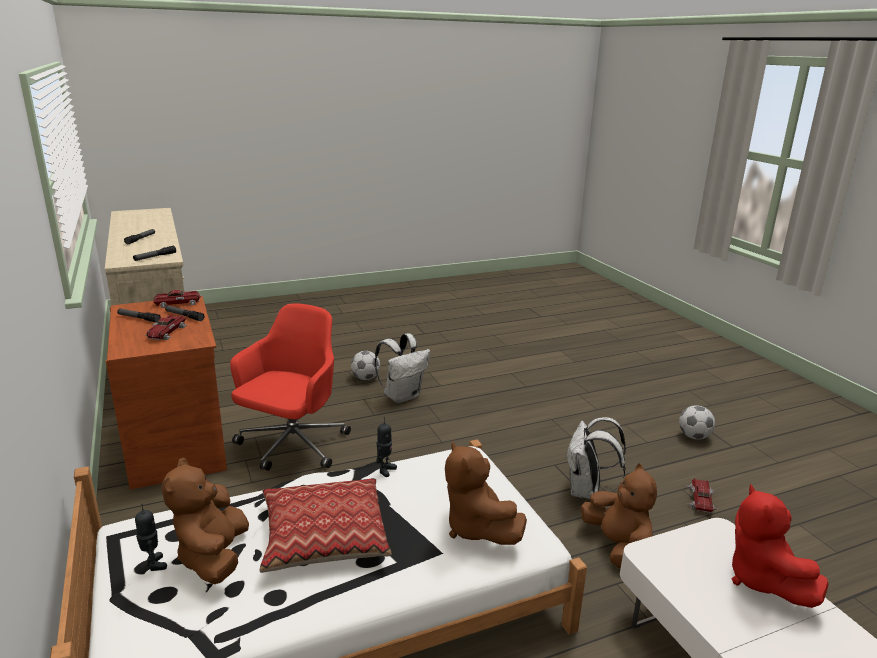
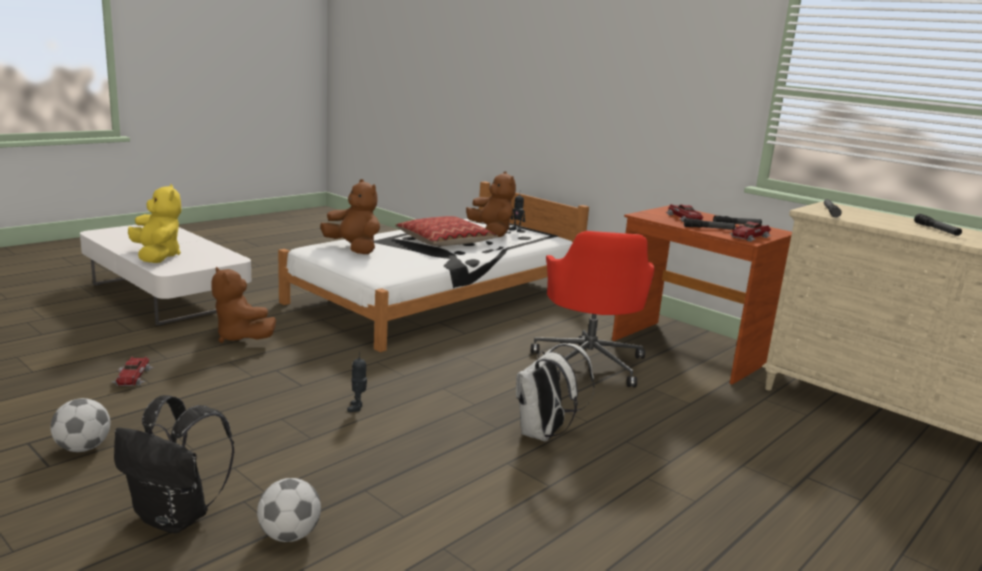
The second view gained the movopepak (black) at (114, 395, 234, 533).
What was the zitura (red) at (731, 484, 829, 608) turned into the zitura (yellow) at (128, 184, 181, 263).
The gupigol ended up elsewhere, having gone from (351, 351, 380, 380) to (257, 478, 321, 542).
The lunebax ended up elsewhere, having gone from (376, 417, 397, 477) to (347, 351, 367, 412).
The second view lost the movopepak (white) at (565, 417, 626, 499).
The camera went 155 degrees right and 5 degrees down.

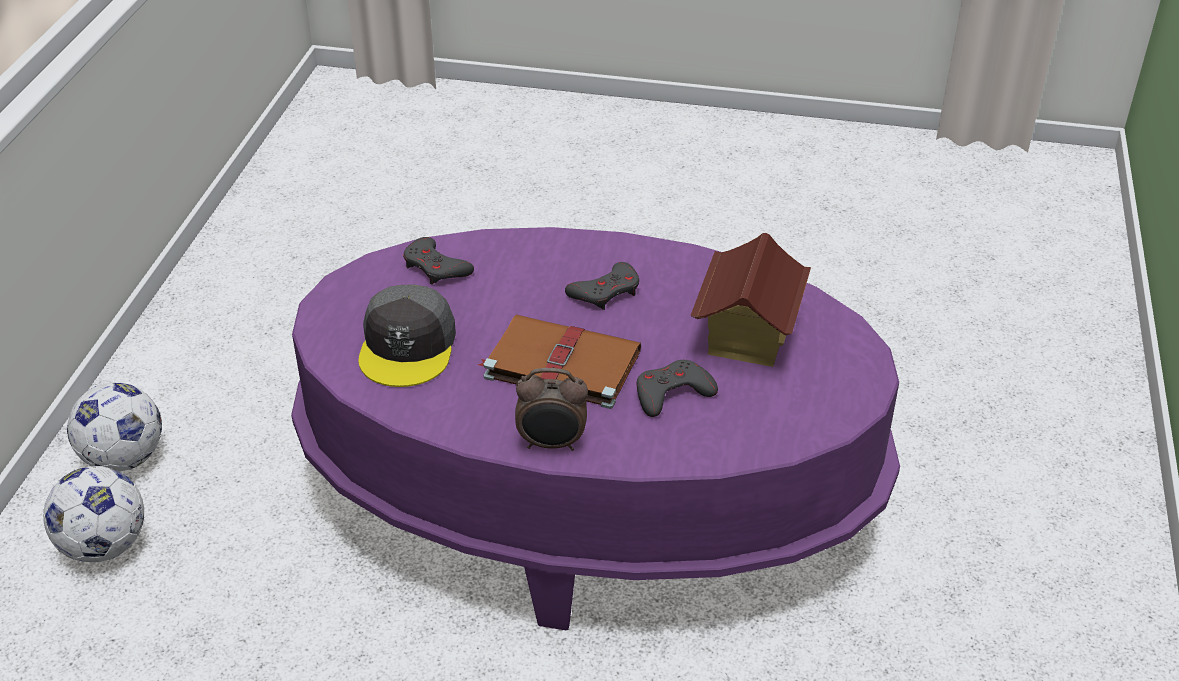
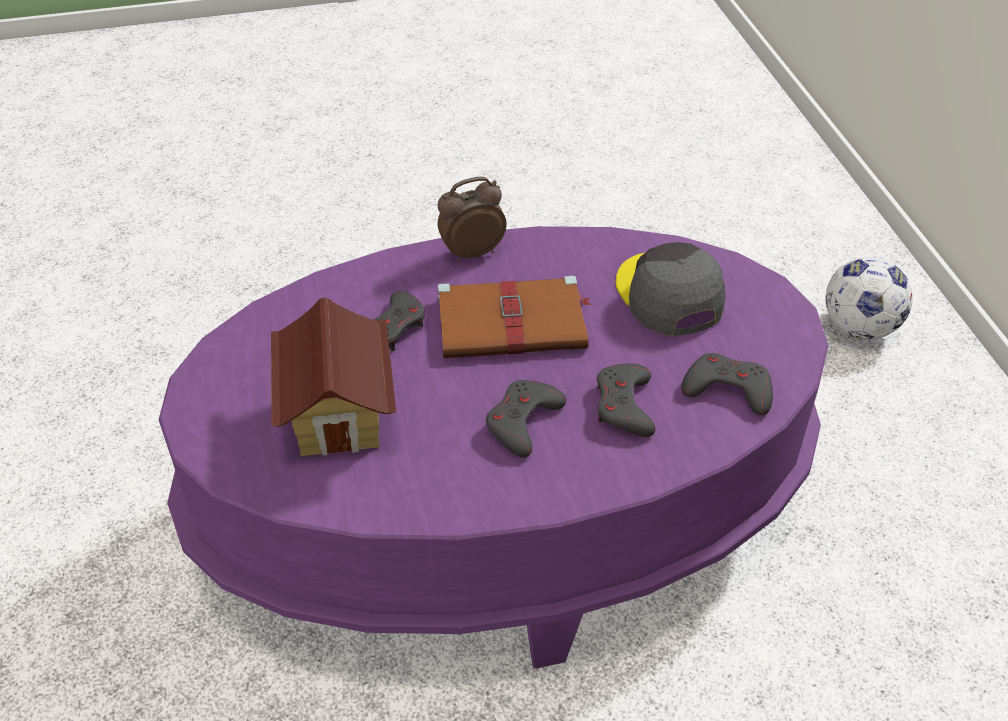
The second view gained the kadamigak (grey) at (597, 363, 656, 437).
The second view lost the gupigol at (67, 382, 162, 472).
The camera went 155 degrees right and 5 degrees up.

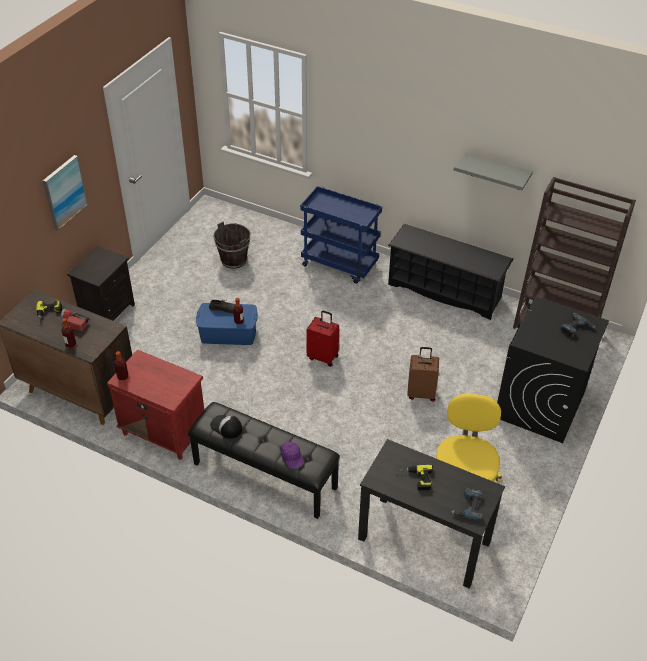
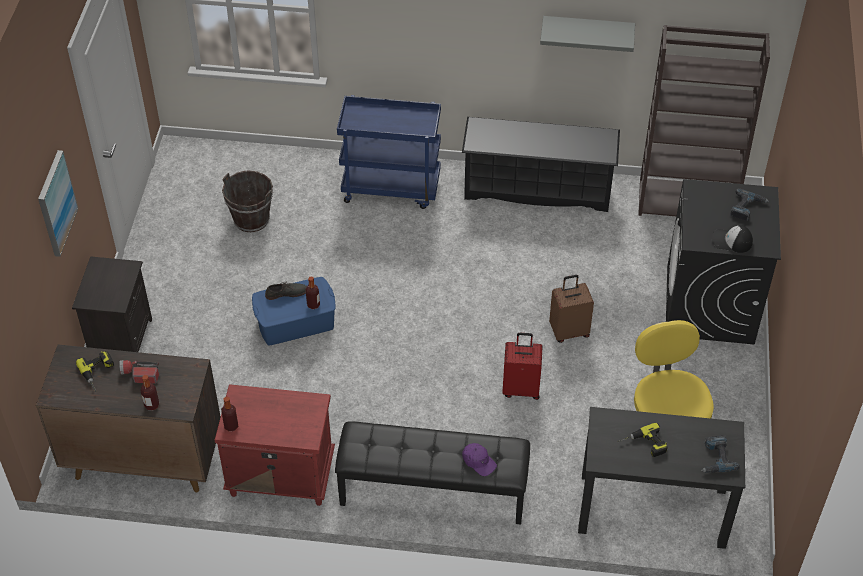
The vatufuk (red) ended up elsewhere, having gone from (306, 310, 339, 367) to (502, 333, 543, 400).
The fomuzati ended up elsewhere, having gone from (210, 415, 242, 439) to (712, 225, 753, 253).
The camera went 20 degrees left and 5 degrees up.

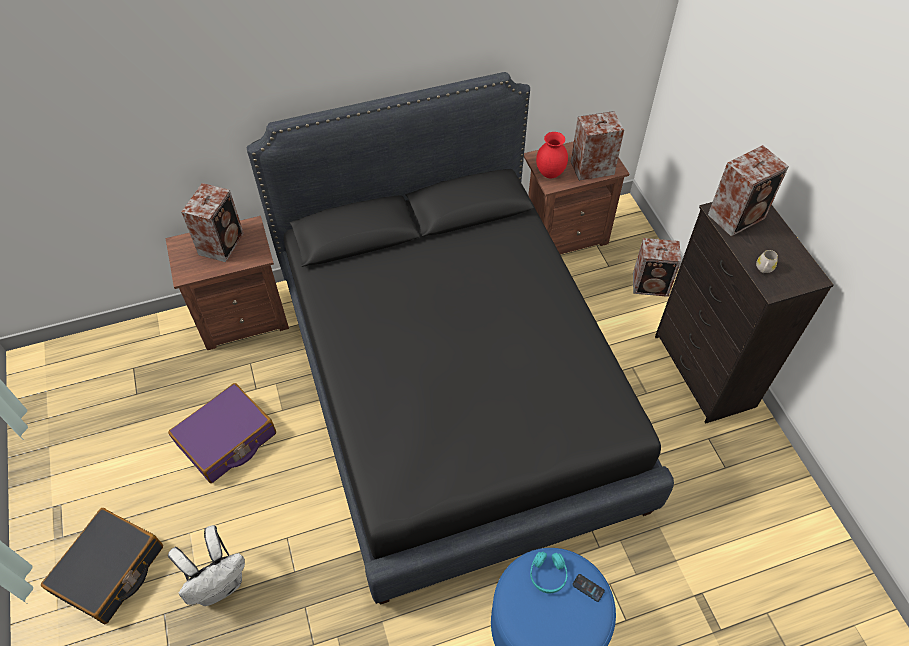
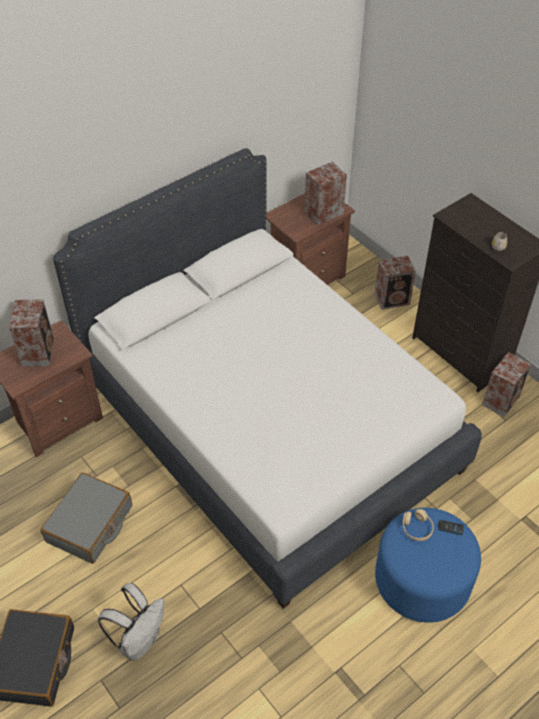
What was the vatufuk (purple) at (168, 383, 276, 483) turned into the vatufuk (grey) at (40, 472, 132, 564).
What was the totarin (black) at (247, 72, 674, 605) turned into the totarin (white) at (53, 148, 482, 609).
What was the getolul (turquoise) at (530, 552, 568, 593) turned into the getolul (beige) at (403, 509, 434, 541).
The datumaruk ended up elsewhere, having gone from (708, 145, 789, 236) to (482, 352, 531, 417).
The second view lost the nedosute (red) at (536, 132, 568, 178).
The camera went 20 degrees left and 5 degrees down.

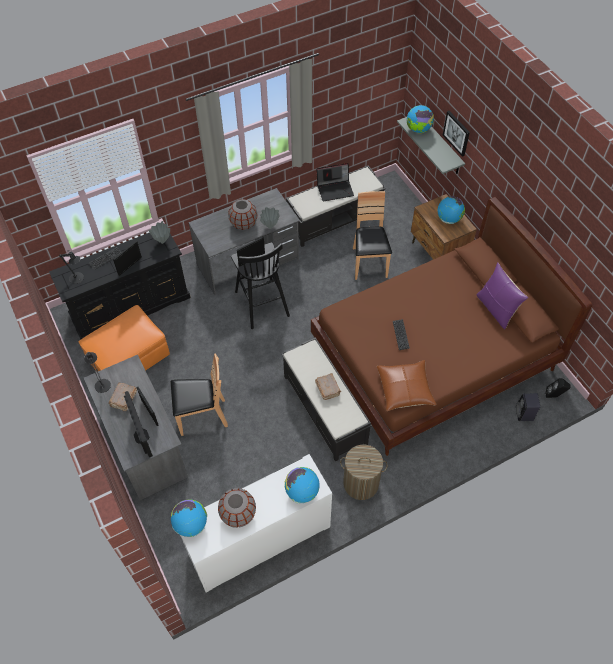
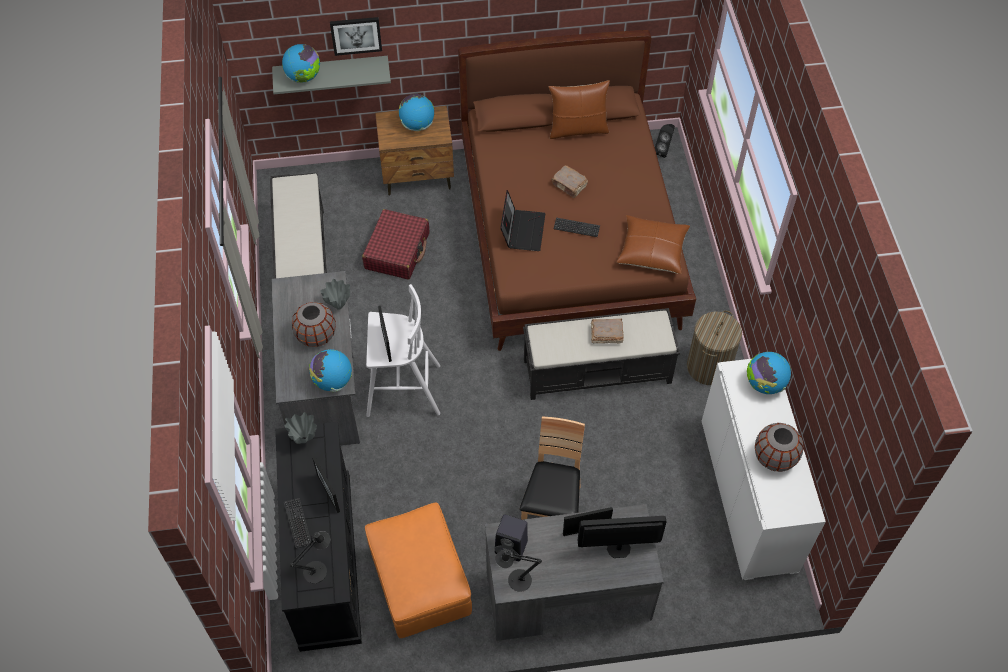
The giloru ended up elsewhere, having gone from (171, 499, 207, 537) to (309, 349, 352, 392).
Where the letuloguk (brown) stood at (353, 191, 392, 280), the vatufuk (red) came to stand at (362, 209, 429, 279).
What was the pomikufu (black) at (231, 242, 290, 329) turned into the pomikufu (white) at (366, 284, 440, 417).
The datumaruk (black) ended up elsewhere, having gone from (516, 393, 540, 421) to (495, 514, 528, 561).
The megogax ended up elsewhere, having gone from (316, 163, 354, 202) to (500, 190, 546, 251).
What was the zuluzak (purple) at (477, 262, 528, 329) turned into the zuluzak (brown) at (548, 80, 610, 139).
The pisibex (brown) ended up elsewhere, having gone from (109, 383, 137, 411) to (551, 165, 588, 198).
The camera went 70 degrees left and 0 degrees up.

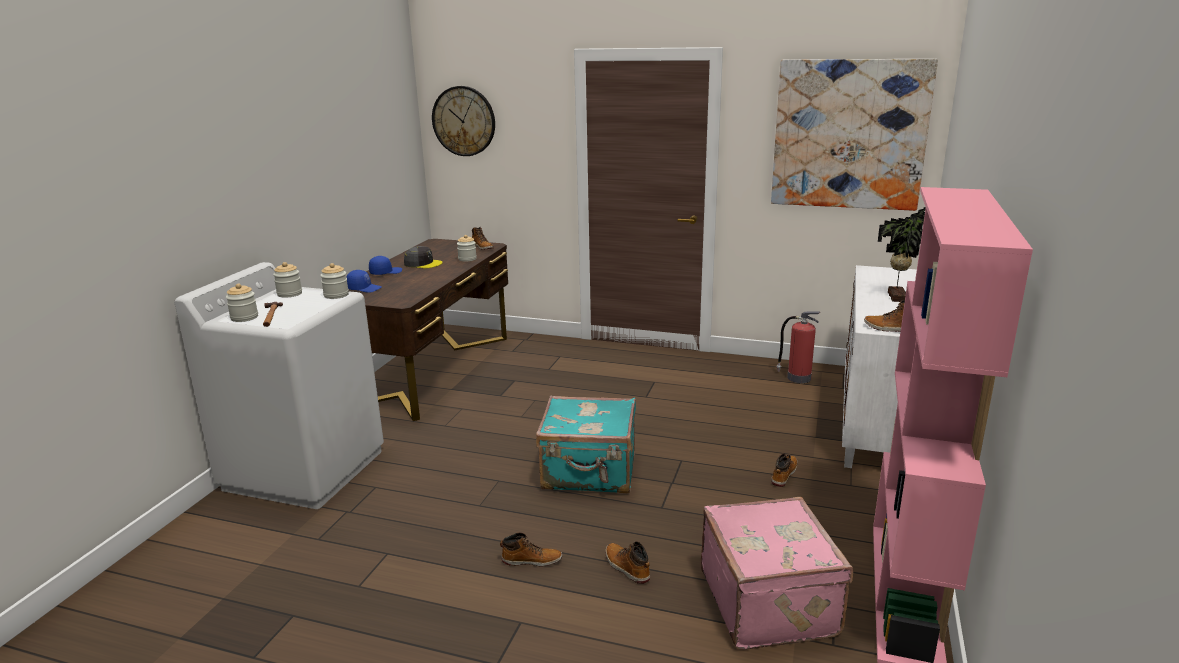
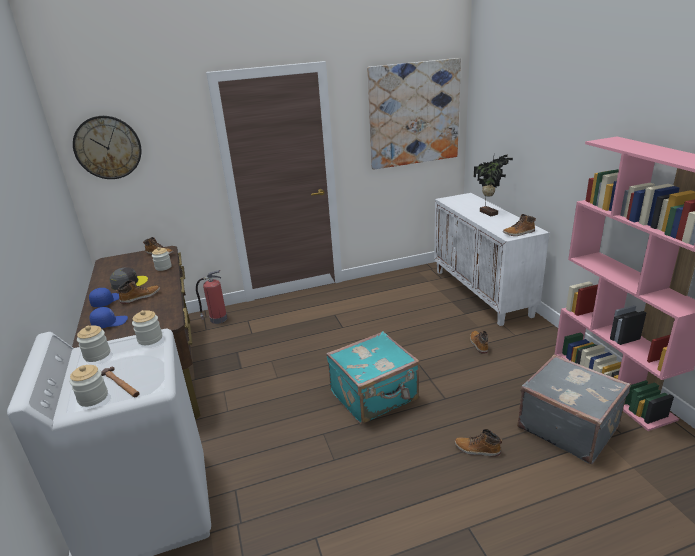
The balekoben ended up elsewhere, having gone from (500, 533, 562, 566) to (116, 280, 160, 304).
The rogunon ended up elsewhere, having gone from (776, 311, 821, 383) to (196, 270, 227, 324).
What was the vatufuk (pink) at (701, 497, 853, 649) turned into the vatufuk (grey) at (517, 354, 631, 464).
The camera went 35 degrees left and 5 degrees up.

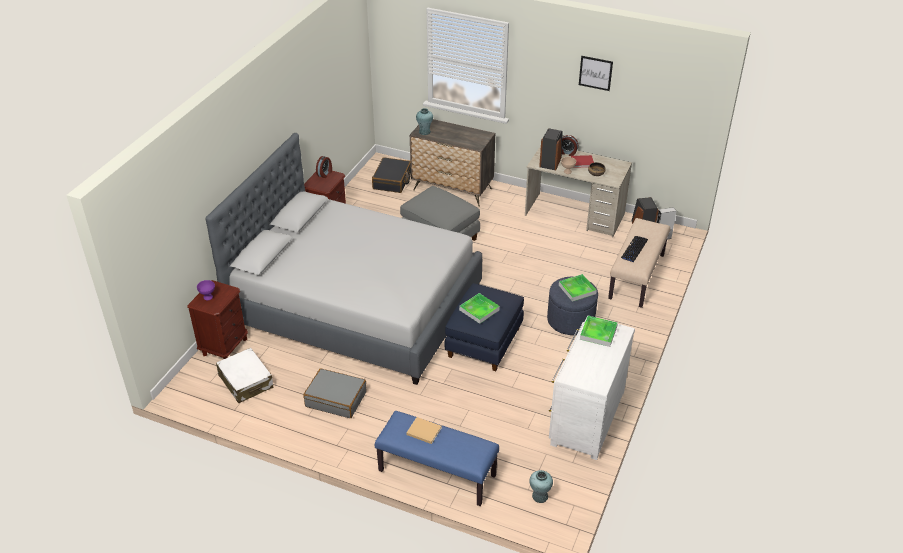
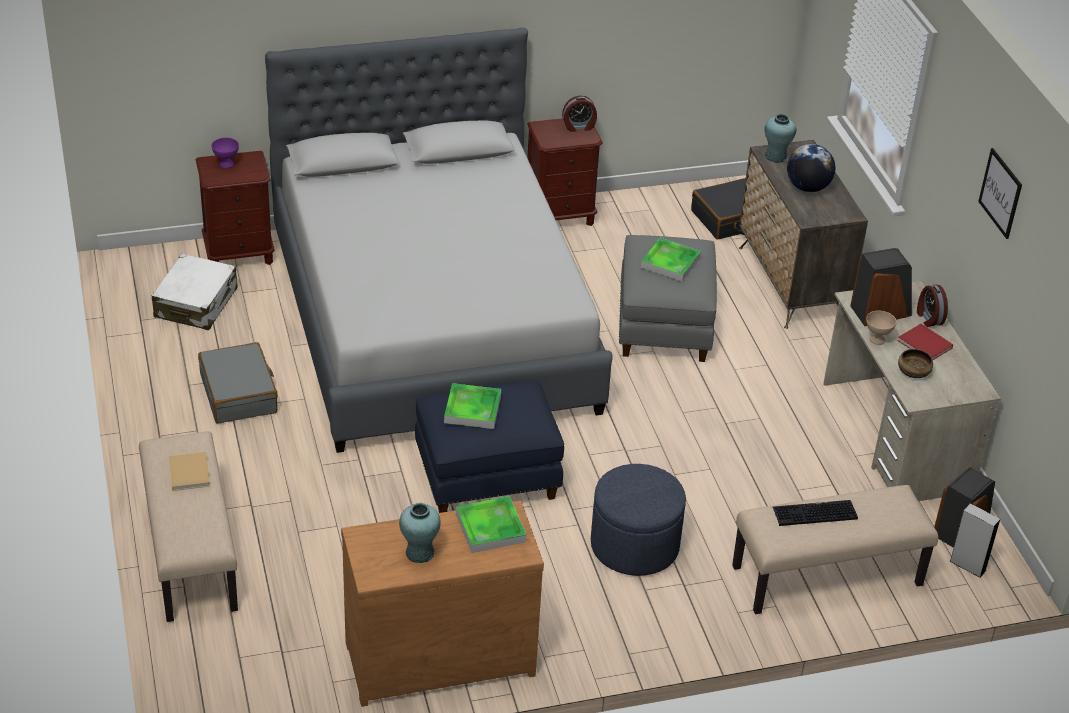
What was the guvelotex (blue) at (375, 411, 499, 506) turned into the guvelotex (beige) at (139, 431, 238, 622).
What was the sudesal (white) at (549, 317, 635, 460) turned into the sudesal (brown) at (341, 501, 544, 707).
The nedosute (turquoise) ended up elsewhere, having gone from (529, 470, 553, 503) to (399, 503, 441, 563).
The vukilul ended up elsewhere, having gone from (559, 274, 597, 302) to (641, 238, 701, 282).
The second view gained the giloru at (787, 144, 835, 192).
The camera went 50 degrees right and 0 degrees up.

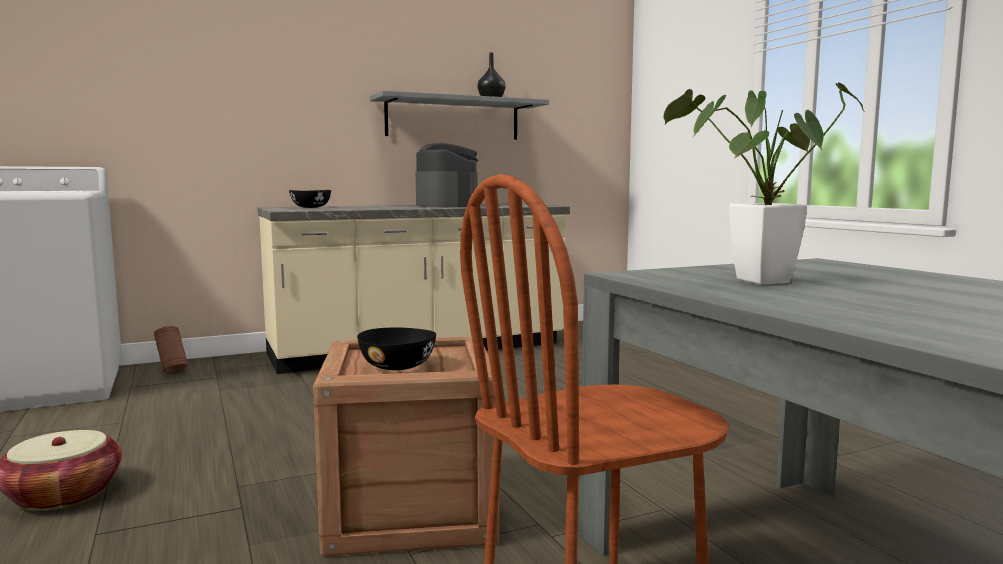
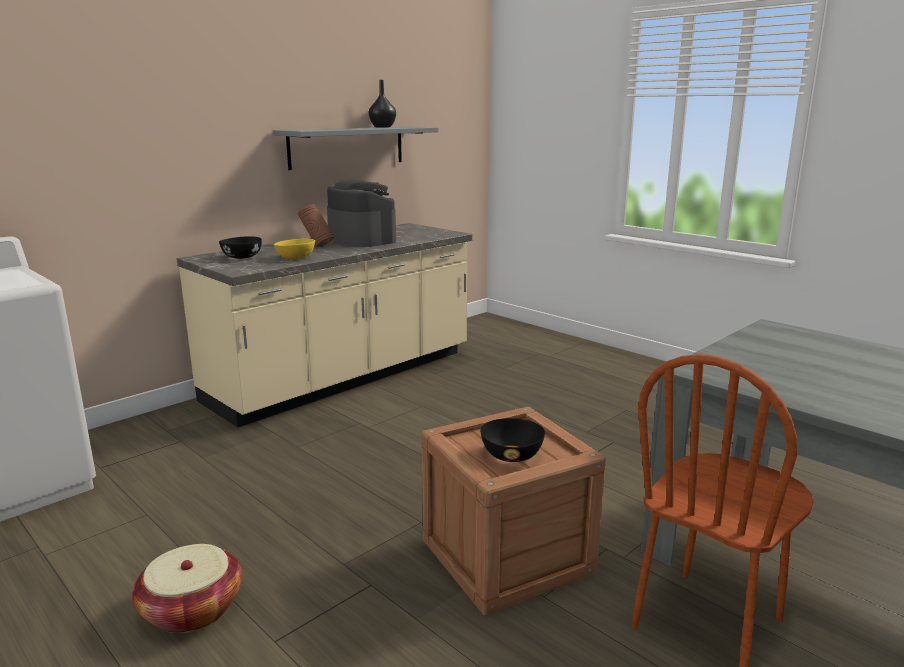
The second view gained the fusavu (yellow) at (274, 239, 315, 259).
The nedosute (brown) ended up elsewhere, having gone from (154, 326, 188, 373) to (298, 204, 334, 247).
The second view lost the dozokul at (663, 82, 865, 284).
The camera went 20 degrees left and 10 degrees up.

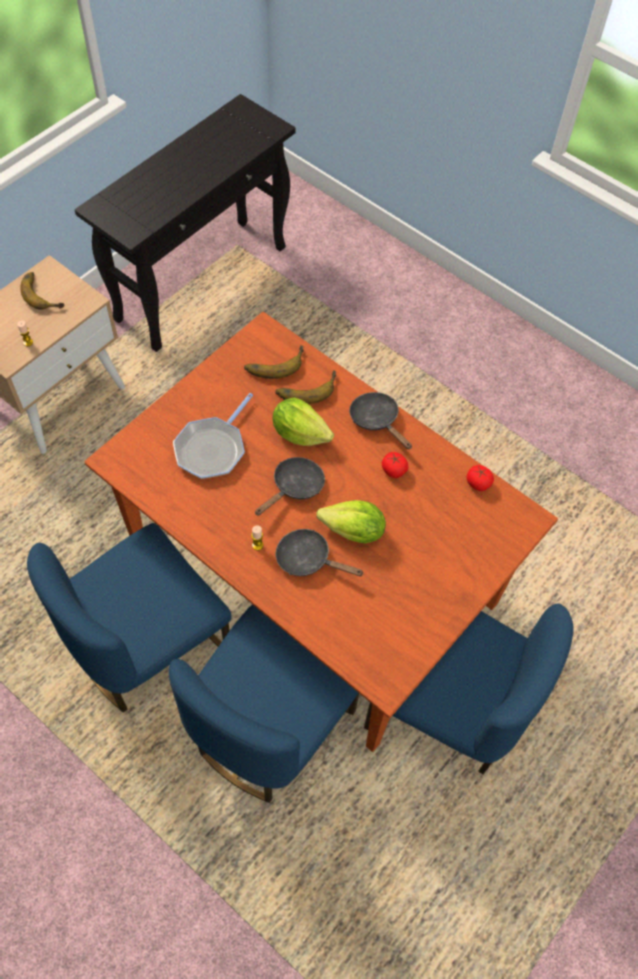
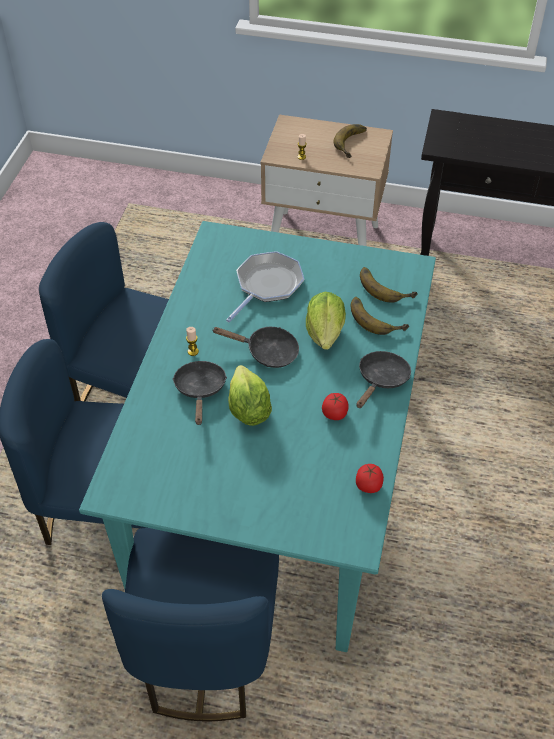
What was the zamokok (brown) at (85, 312, 558, 752) turned into the zamokok (turquoise) at (79, 221, 436, 652).
The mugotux at (173, 393, 253, 479) ended up facing another way, 120 degrees clockwise from before.
The camera went 65 degrees right and 10 degrees down.

